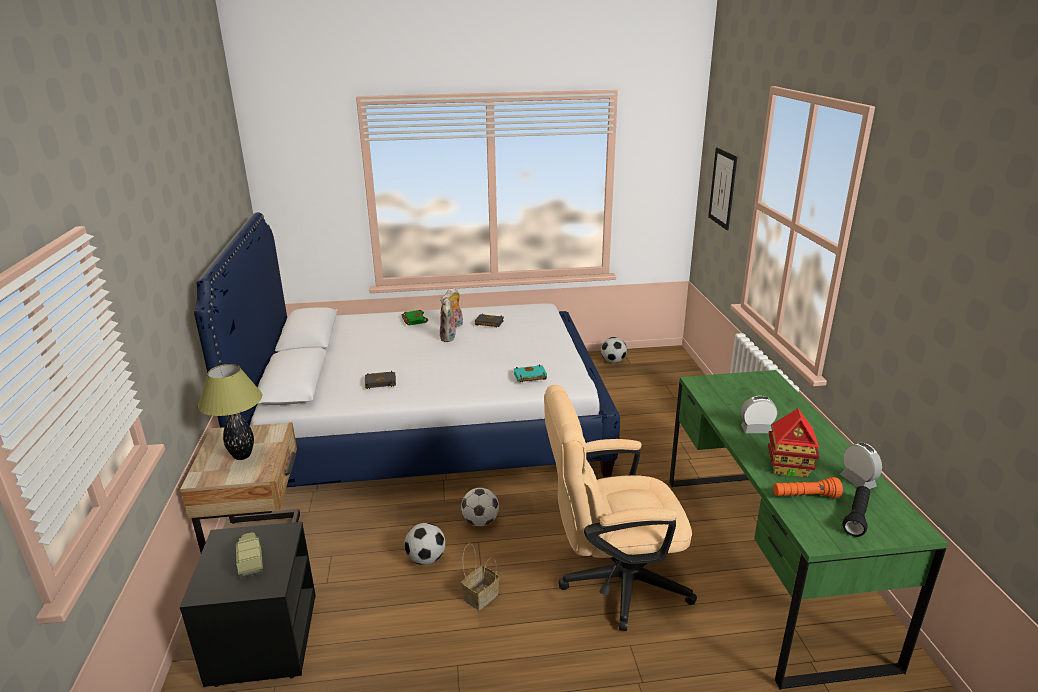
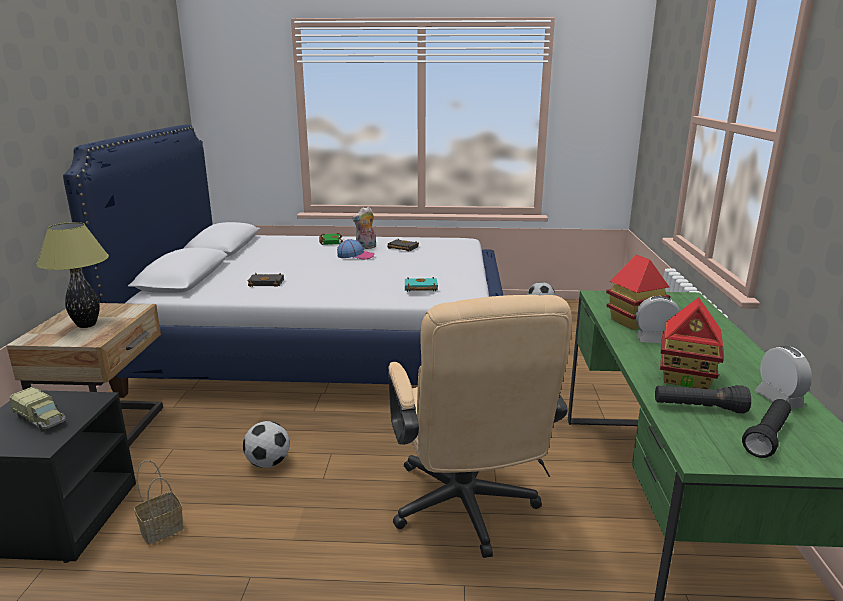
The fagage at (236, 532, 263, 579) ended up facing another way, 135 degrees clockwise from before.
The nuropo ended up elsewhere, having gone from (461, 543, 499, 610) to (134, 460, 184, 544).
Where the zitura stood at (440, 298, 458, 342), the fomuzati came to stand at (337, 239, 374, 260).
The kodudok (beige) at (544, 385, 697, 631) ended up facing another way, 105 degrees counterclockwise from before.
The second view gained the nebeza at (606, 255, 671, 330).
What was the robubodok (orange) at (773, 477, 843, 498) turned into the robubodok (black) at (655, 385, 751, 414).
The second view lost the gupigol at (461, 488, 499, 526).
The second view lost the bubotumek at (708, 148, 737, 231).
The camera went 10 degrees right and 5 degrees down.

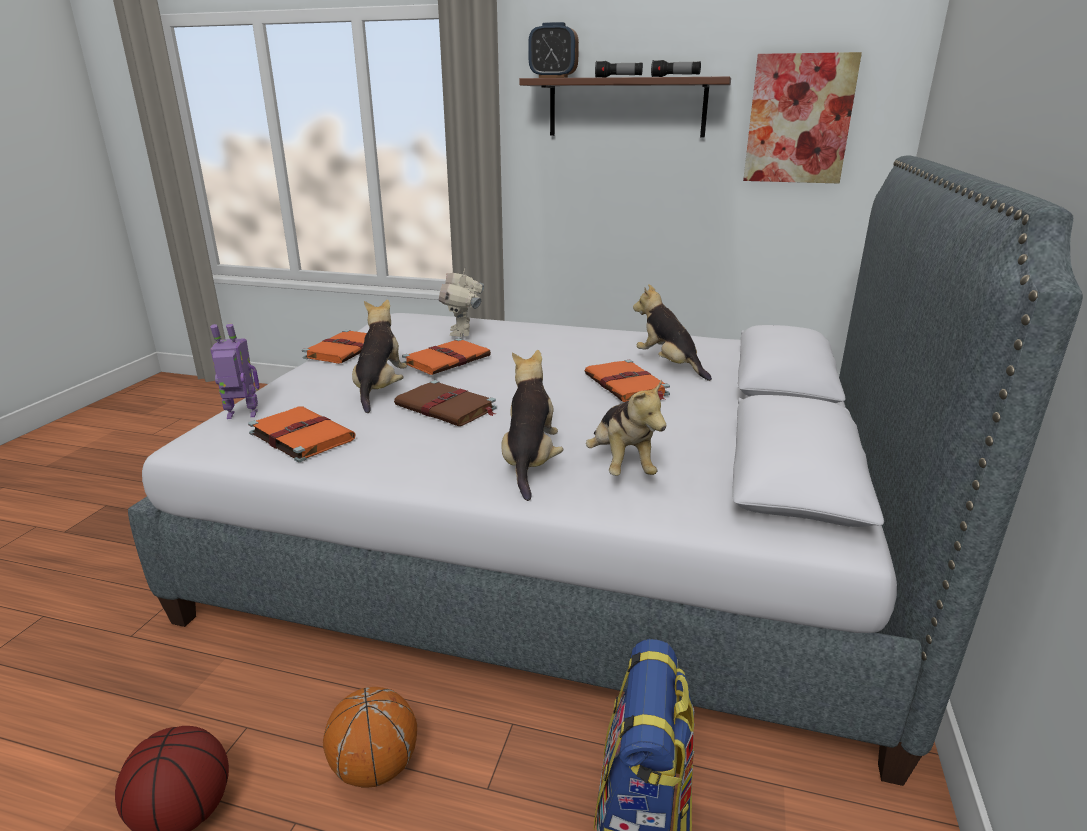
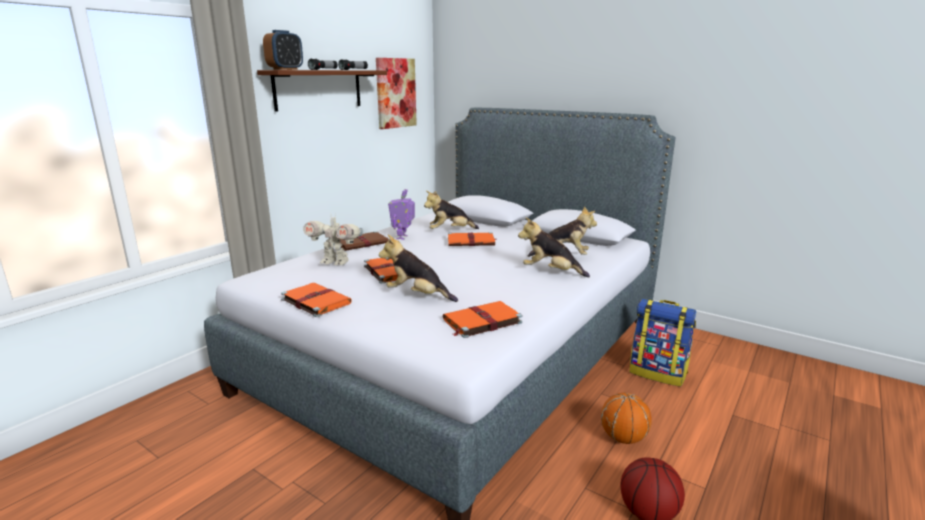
The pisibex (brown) ended up elsewhere, having gone from (394, 380, 497, 426) to (338, 231, 389, 251).
The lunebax ended up elsewhere, having gone from (210, 324, 260, 419) to (388, 189, 415, 240).
The camera went 70 degrees left and 5 degrees down.

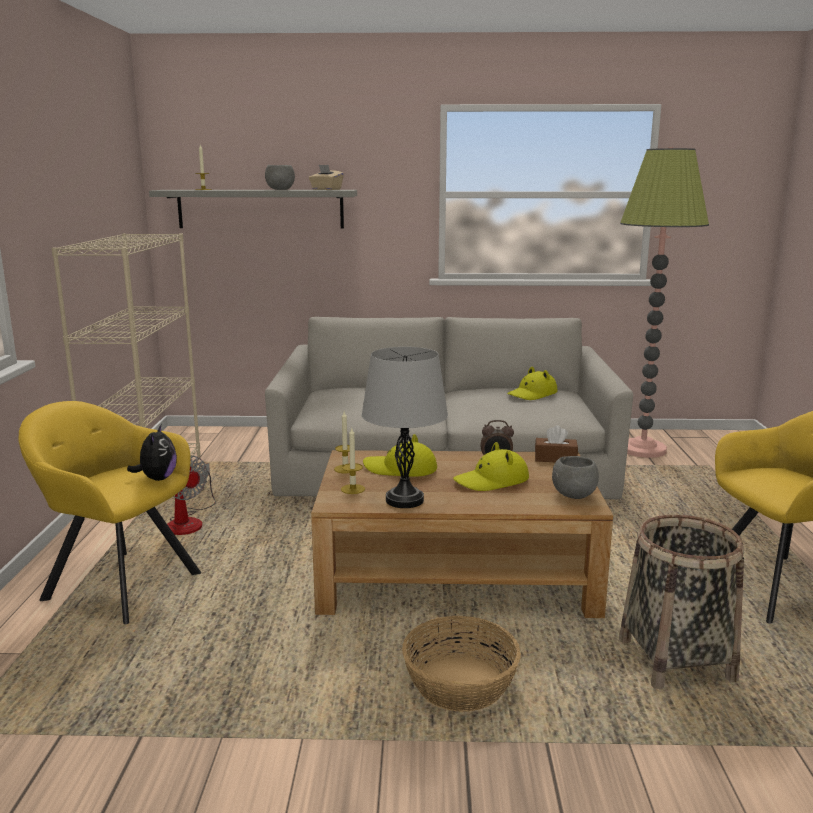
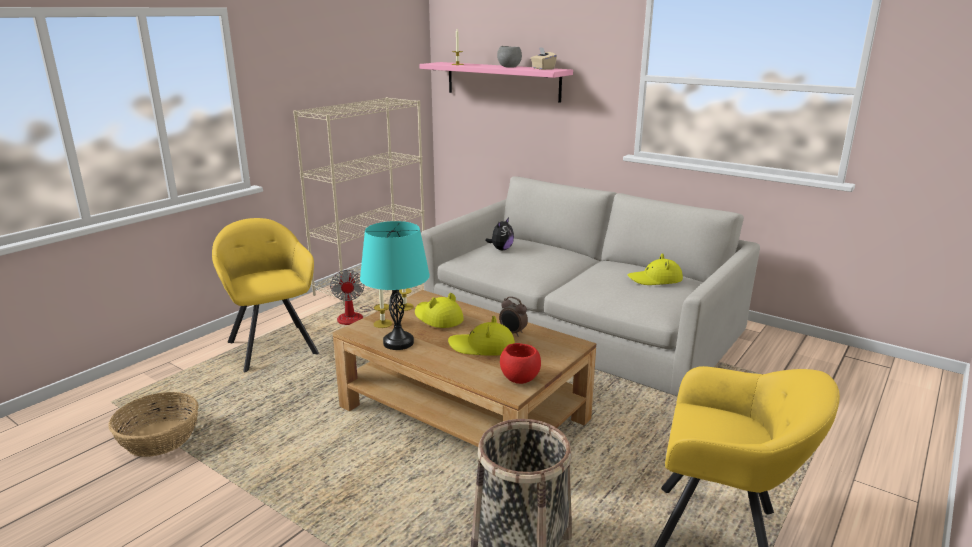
The nuropo ended up elsewhere, having gone from (402, 616, 521, 712) to (108, 392, 199, 457).
What was the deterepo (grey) at (362, 347, 448, 508) turned into the deterepo (turquoise) at (360, 221, 430, 350).
What was the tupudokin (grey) at (149, 190, 357, 228) turned into the tupudokin (pink) at (419, 62, 573, 103).
The zitura ended up elsewhere, having gone from (127, 425, 177, 481) to (485, 218, 514, 250).
What was the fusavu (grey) at (552, 456, 599, 499) turned into the fusavu (red) at (500, 343, 541, 384).
The second view lost the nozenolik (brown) at (535, 425, 578, 462).
The second view lost the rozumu at (620, 147, 709, 458).
The camera went 35 degrees right and 5 degrees up.

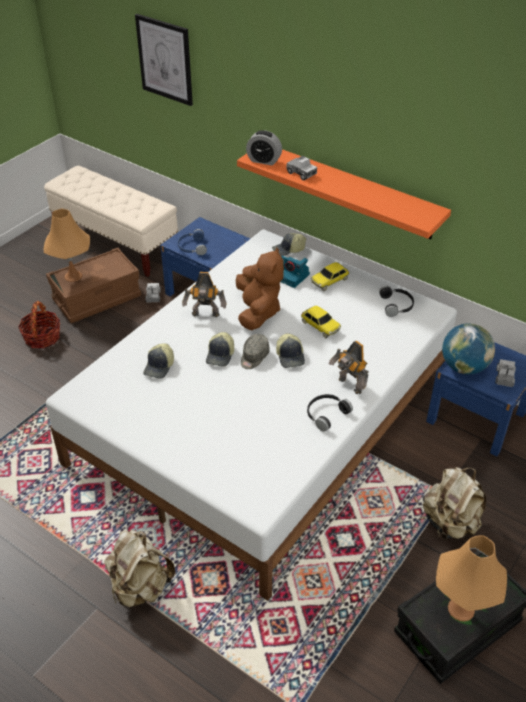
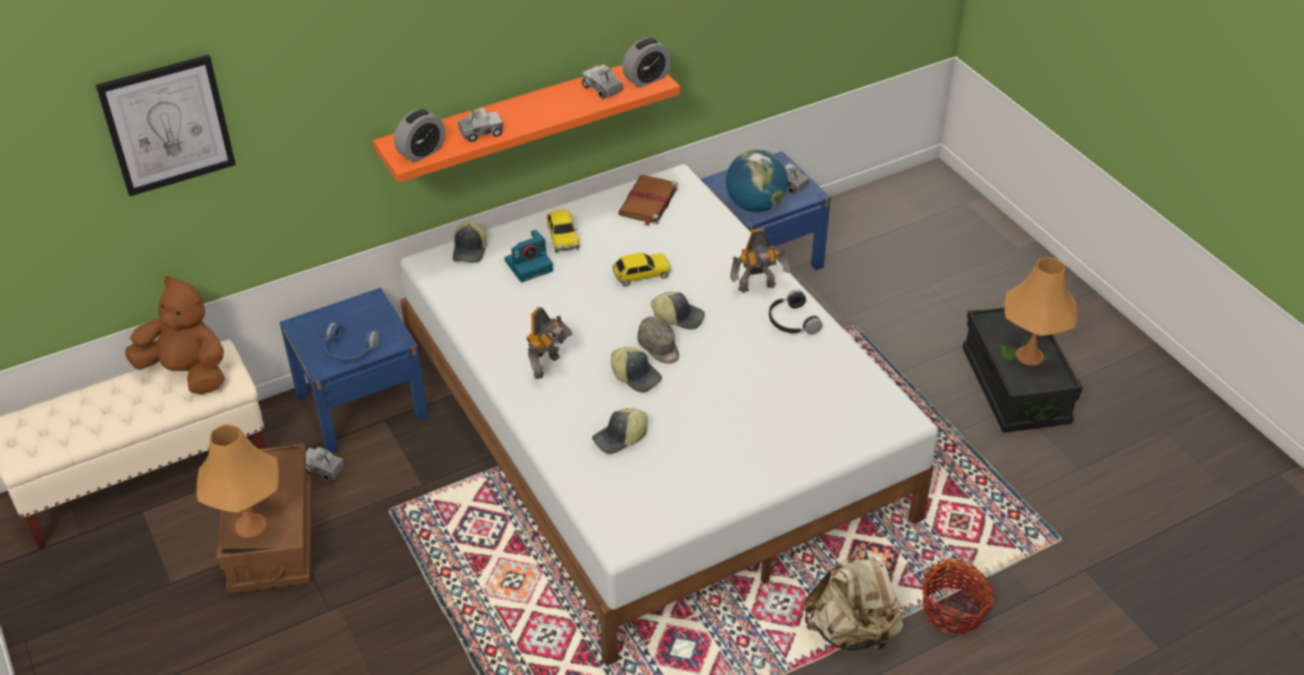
The zitura (brown) ended up elsewhere, having gone from (236, 248, 284, 330) to (125, 276, 225, 394).
The second view gained the fagage at (582, 64, 623, 99).
The fomuzati at (143, 343, 174, 379) ended up facing another way, 105 degrees clockwise from before.
Where the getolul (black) stood at (379, 286, 414, 317), the pisibex (brown) came to stand at (618, 175, 678, 226).
The second view gained the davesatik at (622, 38, 671, 88).
The nuropo ended up elsewhere, having gone from (18, 301, 60, 349) to (922, 559, 994, 635).
The second view lost the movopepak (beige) at (423, 467, 486, 540).
The camera went 65 degrees left and 0 degrees up.

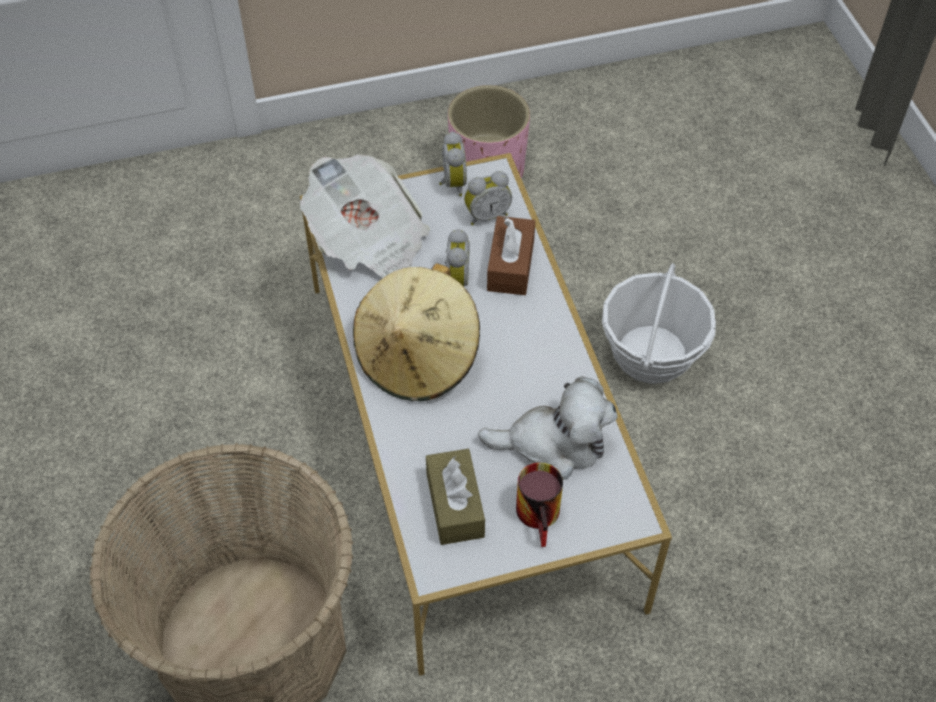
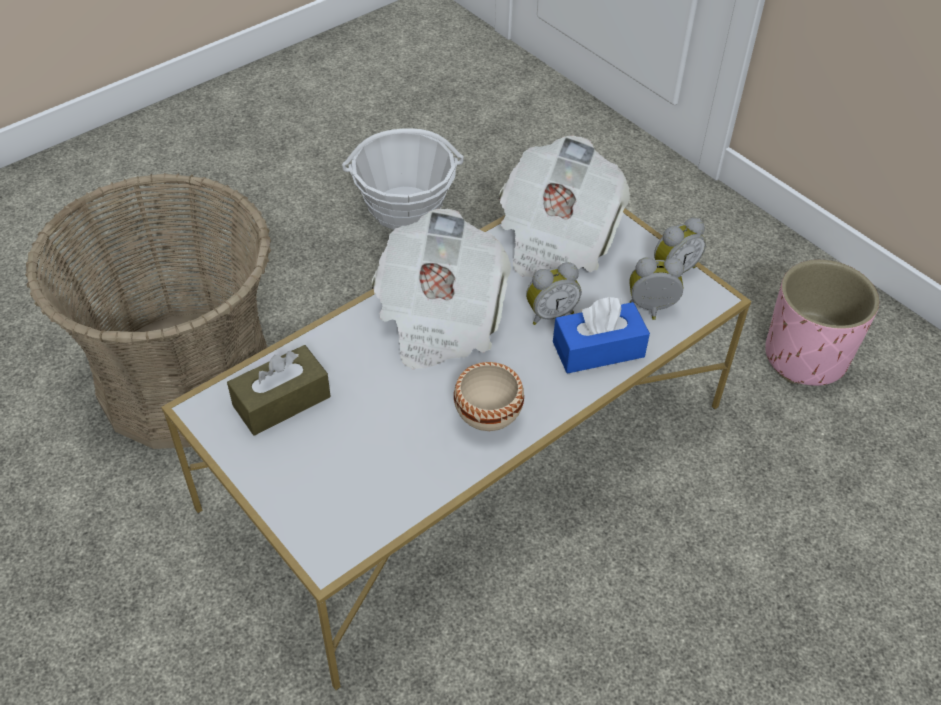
The nuropo ended up elsewhere, having gone from (602, 263, 716, 384) to (342, 128, 464, 230).
Where the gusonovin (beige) stood at (353, 263, 480, 401), the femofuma came to stand at (372, 209, 511, 369).
The second view gained the fusavu (beige) at (454, 362, 524, 431).
What was the nozenolik (brown) at (487, 216, 535, 295) turned into the nozenolik (blue) at (553, 297, 650, 373).
The davesatik at (464, 171, 512, 225) ended up facing another way, 135 degrees clockwise from before.
The second view lost the zitura at (478, 376, 617, 480).
The second view lost the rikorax at (516, 462, 563, 547).
The camera went 65 degrees right and 5 degrees down.

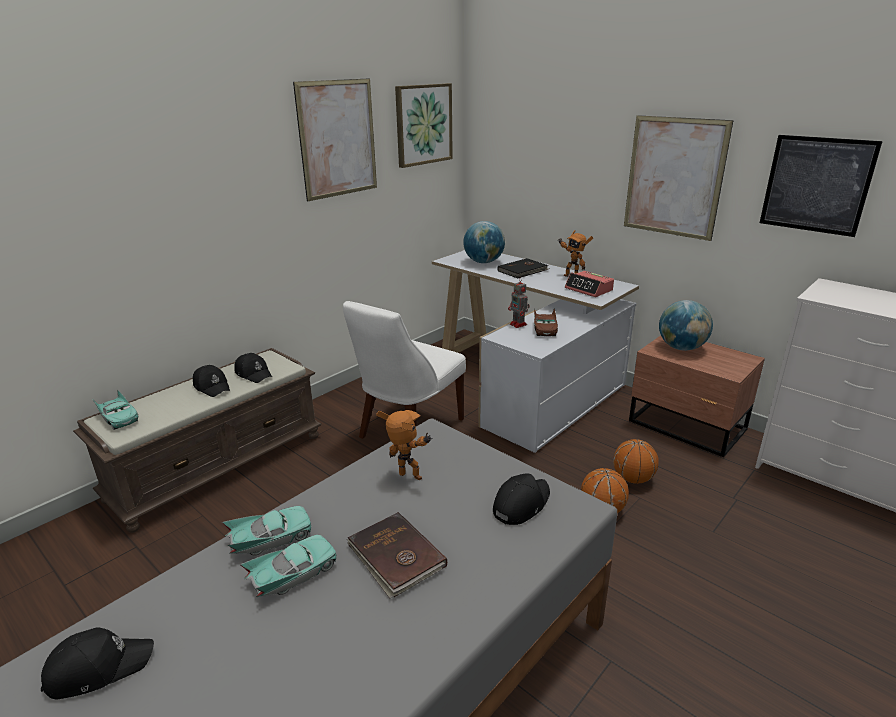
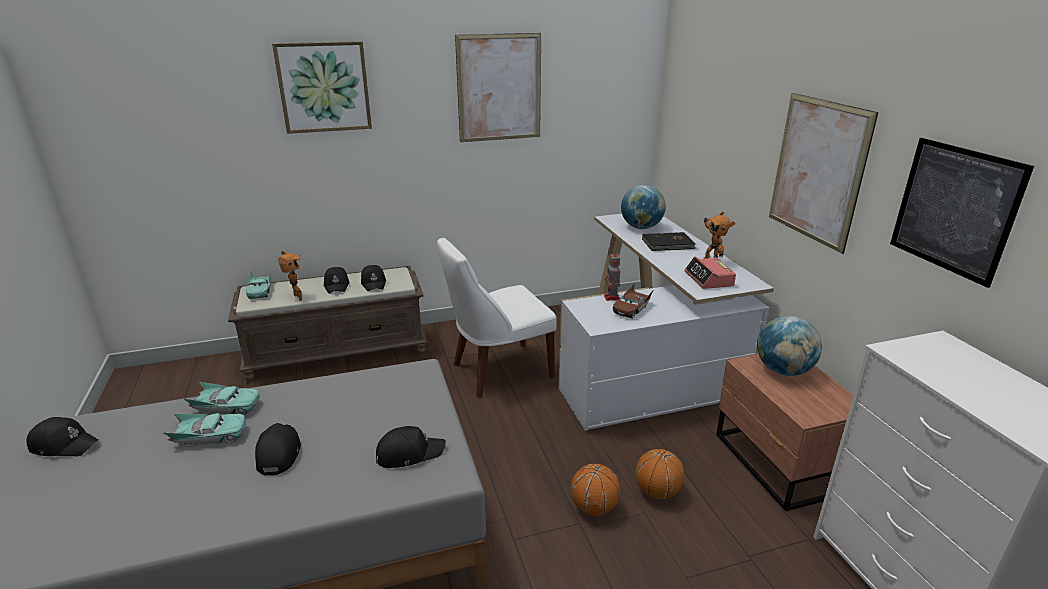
Where the pisibex (brown) stood at (347, 512, 447, 598), the fomuzati (black) came to stand at (255, 423, 301, 475).
The bubotumek ended up elsewhere, having gone from (395, 83, 453, 168) to (272, 41, 372, 134).
The lunebax ended up elsewhere, having gone from (376, 410, 433, 481) to (278, 251, 302, 301).
The camera went 30 degrees right and 0 degrees up.

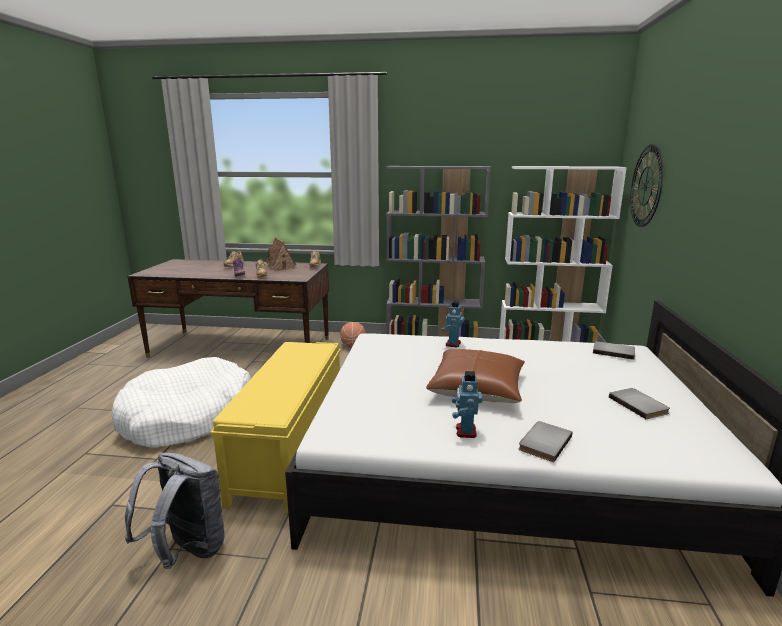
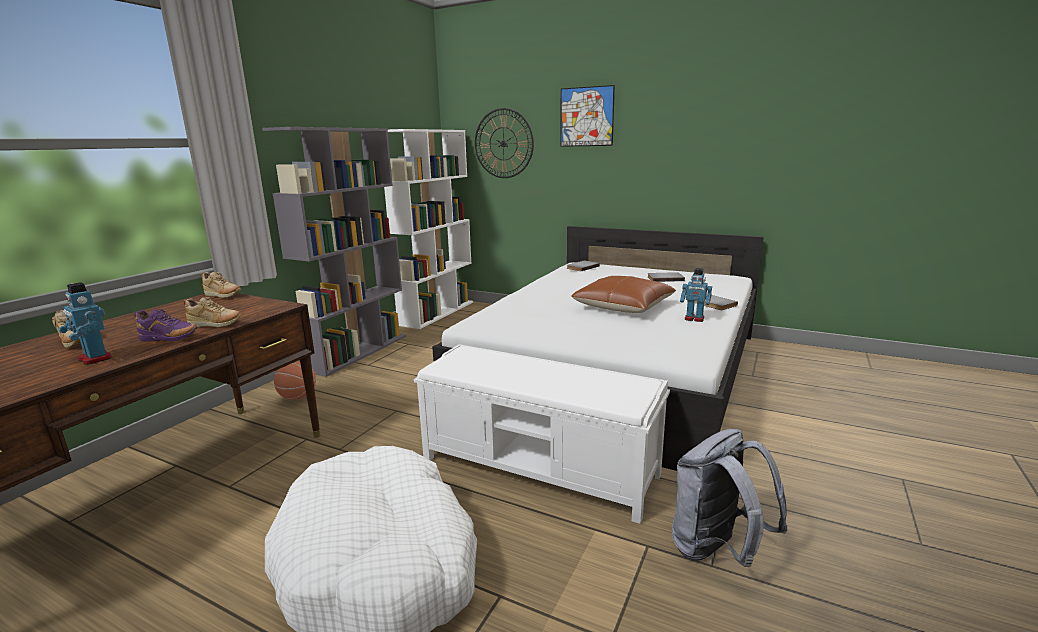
The lunebax ended up elsewhere, having gone from (441, 301, 464, 348) to (58, 282, 112, 365).
What was the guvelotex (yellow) at (210, 342, 341, 513) turned into the guvelotex (white) at (414, 344, 670, 524).
The second view gained the bubotumek at (560, 85, 615, 147).
The second view lost the nebeza at (266, 237, 296, 271).
The camera went 70 degrees left and 0 degrees up.

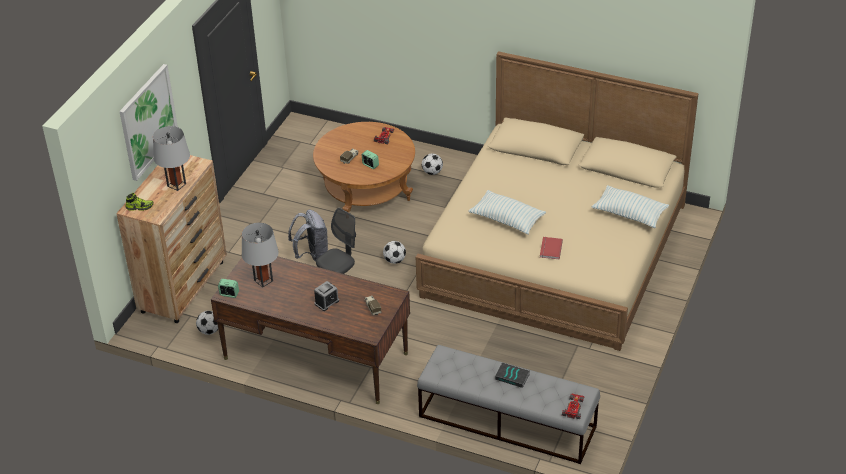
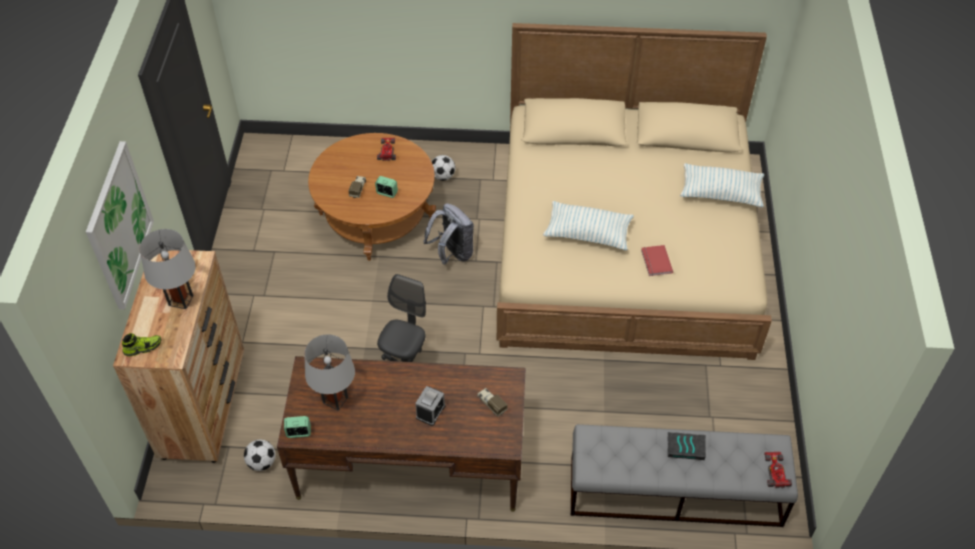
The movopepak (grey) ended up elsewhere, having gone from (288, 210, 329, 261) to (423, 203, 474, 265).
The second view lost the gupigol at (383, 241, 406, 264).
The camera went 20 degrees left and 10 degrees up.

